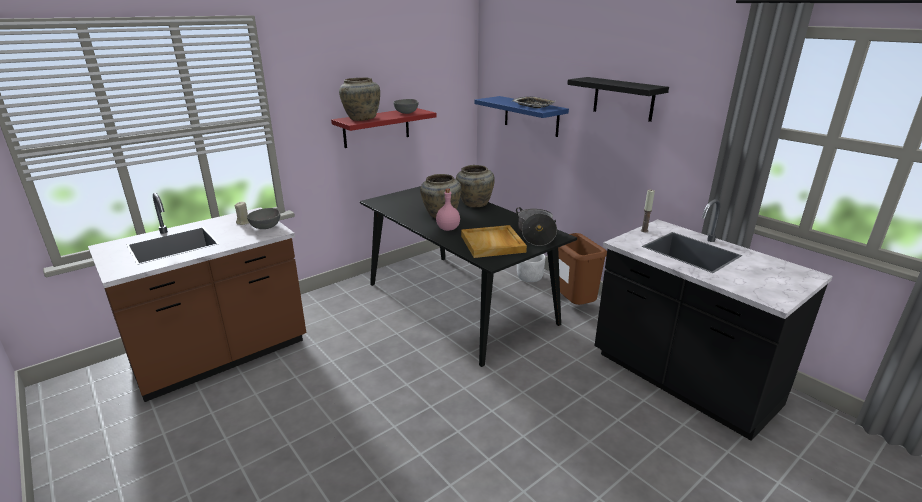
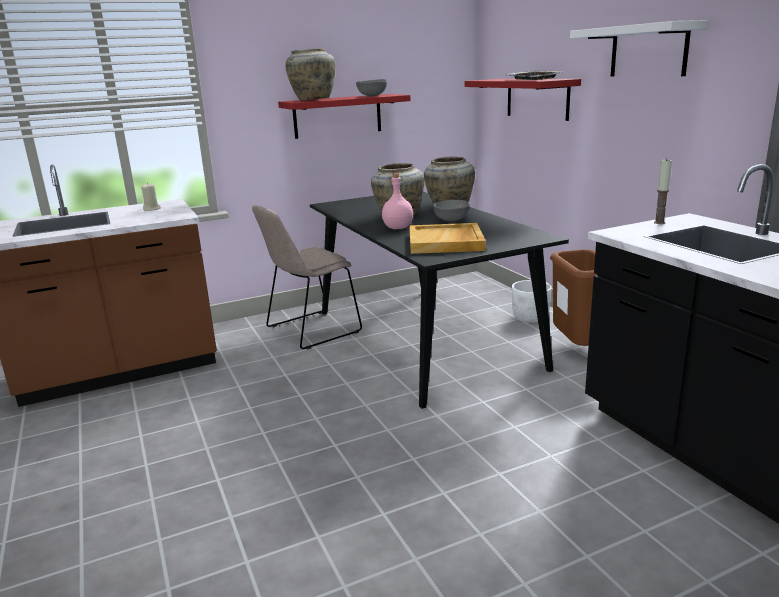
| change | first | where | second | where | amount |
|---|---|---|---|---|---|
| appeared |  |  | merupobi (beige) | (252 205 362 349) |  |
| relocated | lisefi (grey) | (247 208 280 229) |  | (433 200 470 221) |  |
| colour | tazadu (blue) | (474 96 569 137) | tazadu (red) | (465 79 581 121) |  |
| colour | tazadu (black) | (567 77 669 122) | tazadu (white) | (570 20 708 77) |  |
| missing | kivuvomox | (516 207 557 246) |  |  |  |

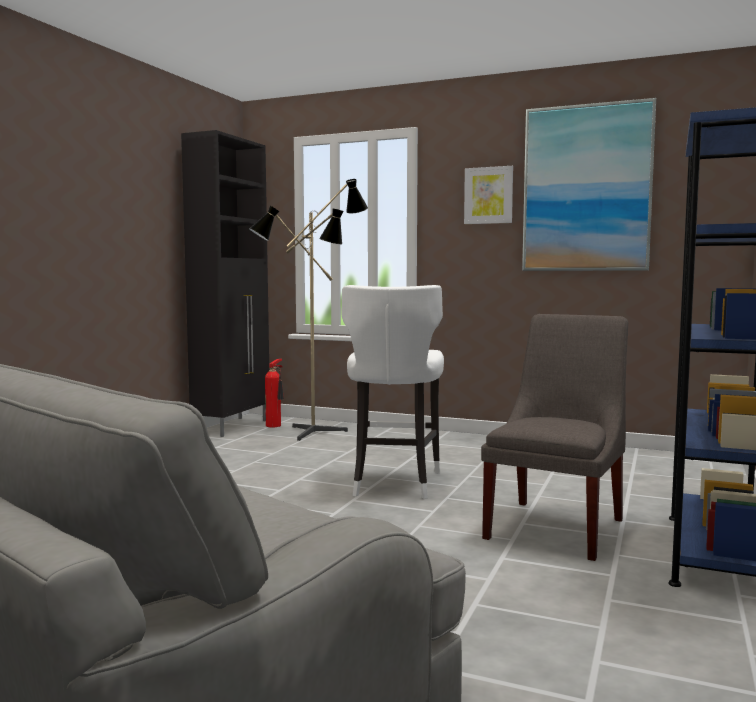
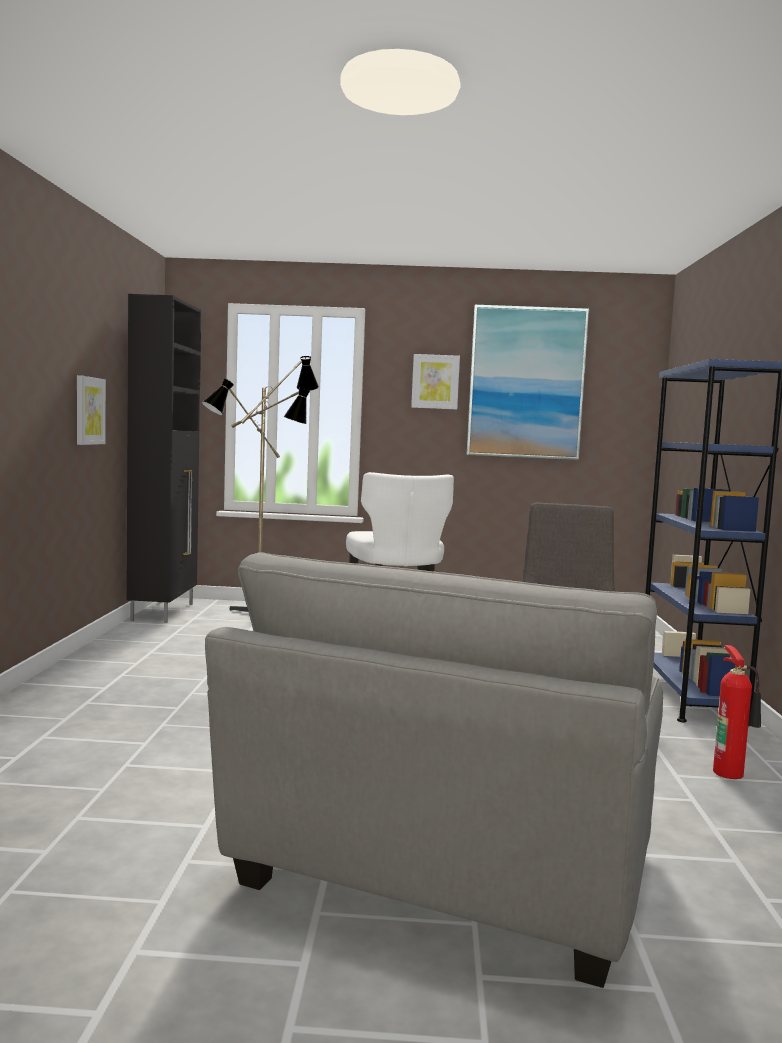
| change | first | where | second | where | amount |
|---|---|---|---|---|---|
| appeared |  |  | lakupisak | (77 375 106 445) |  |
| relocated | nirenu | (265 359 284 427) |  | (713 645 761 779) |  |

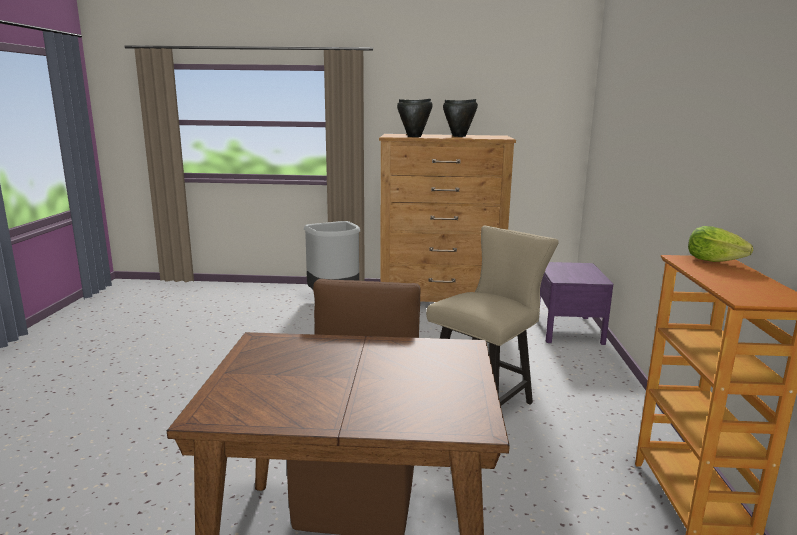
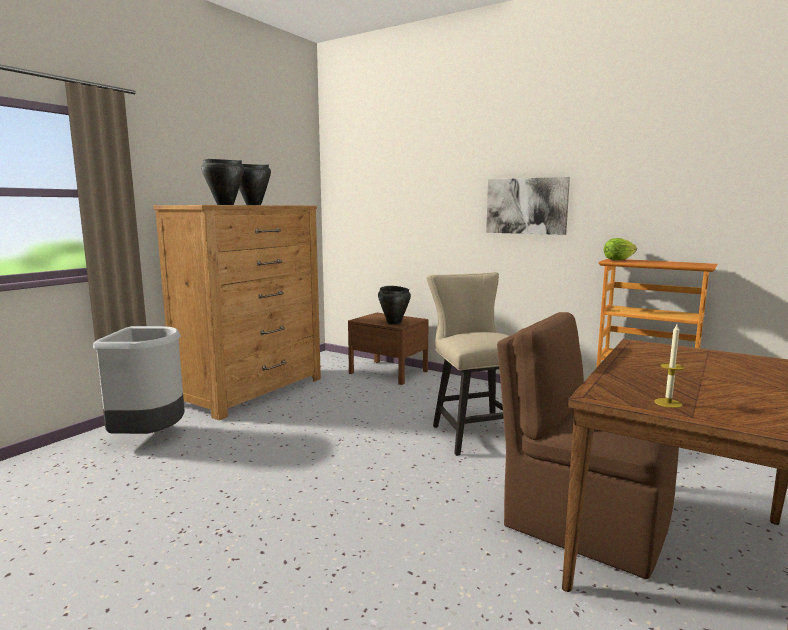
| change | first | where | second | where | amount |
|---|---|---|---|---|---|
| colour | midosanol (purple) | (540 262 613 345) | midosanol (brown) | (348 313 429 385) |  |
| appeared |  |  | kivuvomox (black) | (378 286 411 325) |  |
| appeared |  |  | lakupisak | (486 177 570 235) |  |
| appeared |  |  | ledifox | (654 324 685 408) |  |

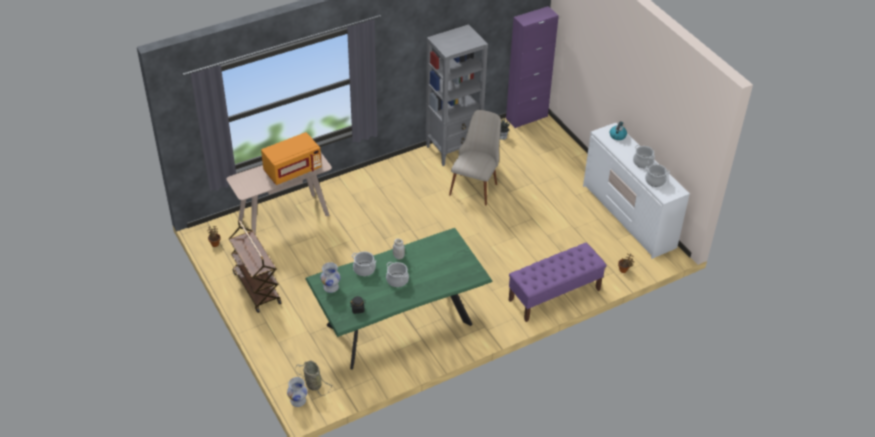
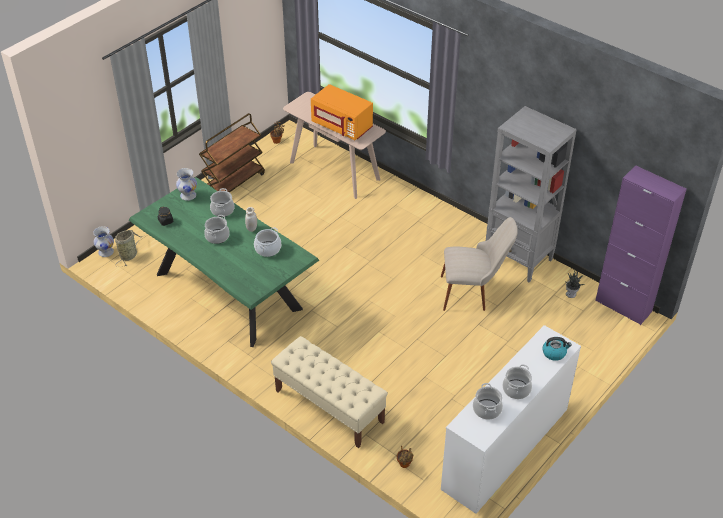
| change | first | where | second | where | amount |
|---|---|---|---|---|---|
| appeared |  |  | kivuvomox | (254 227 281 257) |  |
| colour | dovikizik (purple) | (509 243 607 322) | dovikizik (beige) | (271 336 388 448) |  |

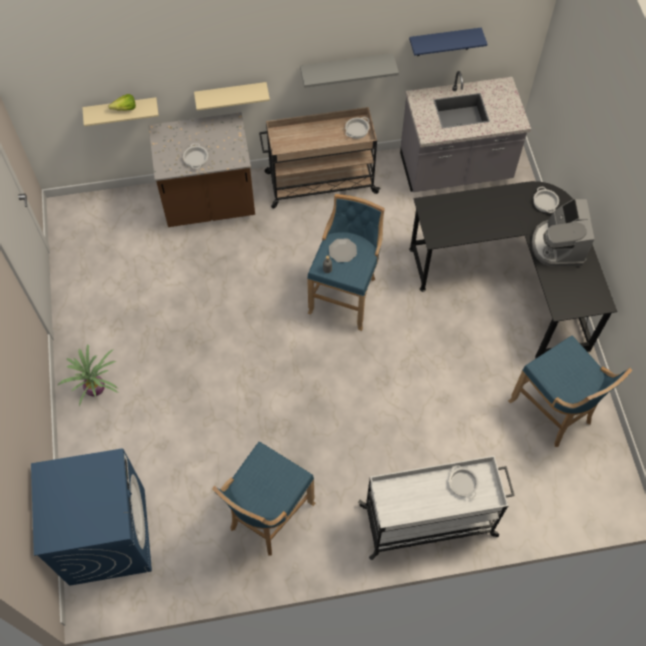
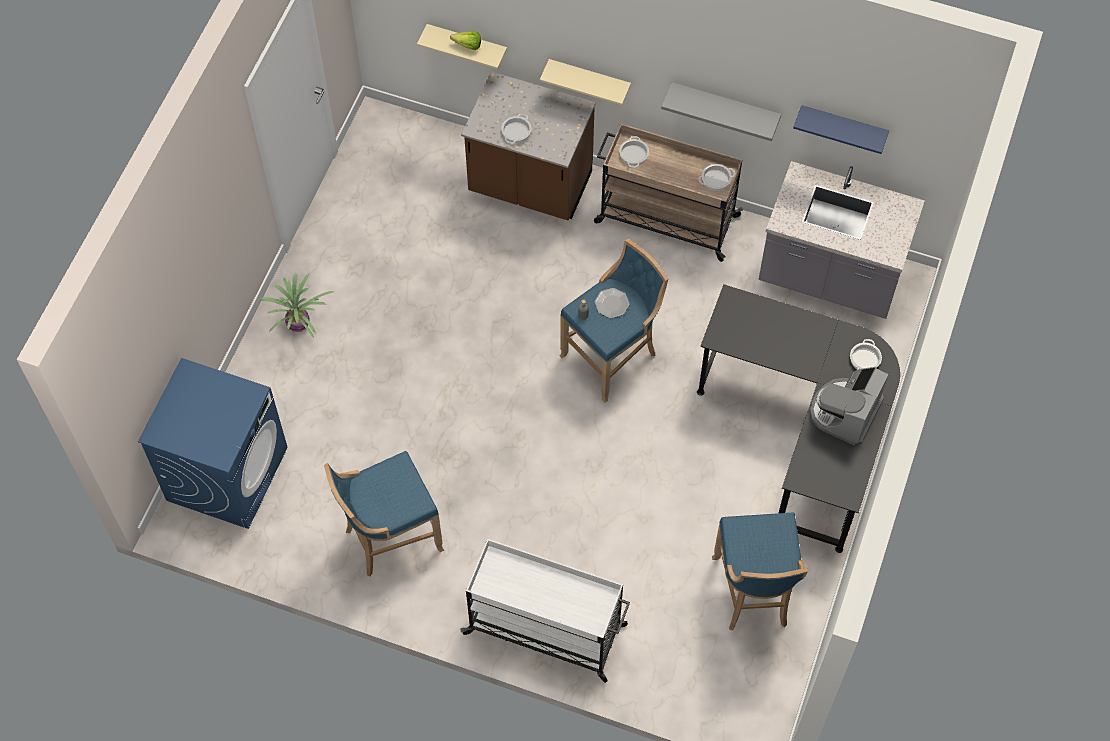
| change | first | where | second | where | amount |
|---|---|---|---|---|---|
| relocated | kivuvomox | (449 465 479 499) |  | (619 136 649 167) |  |

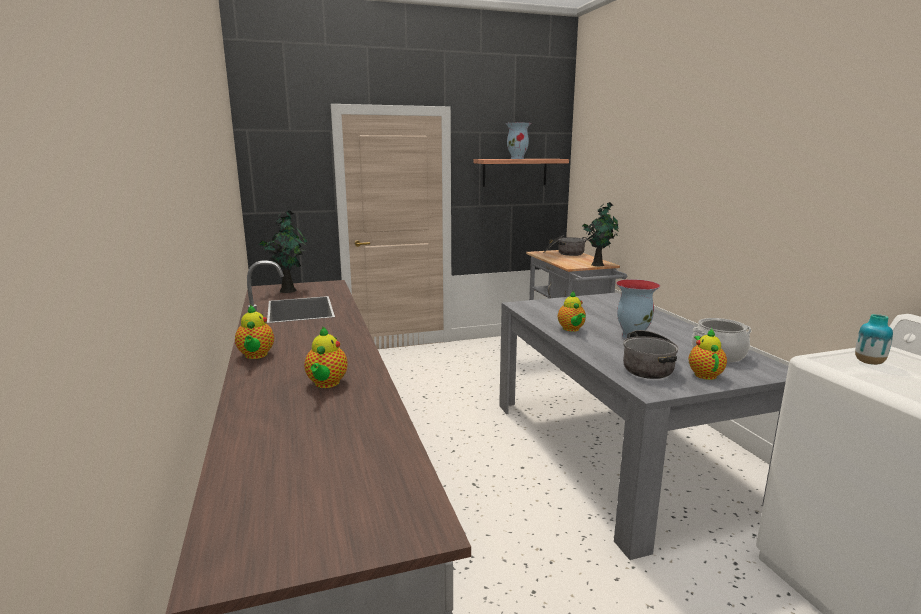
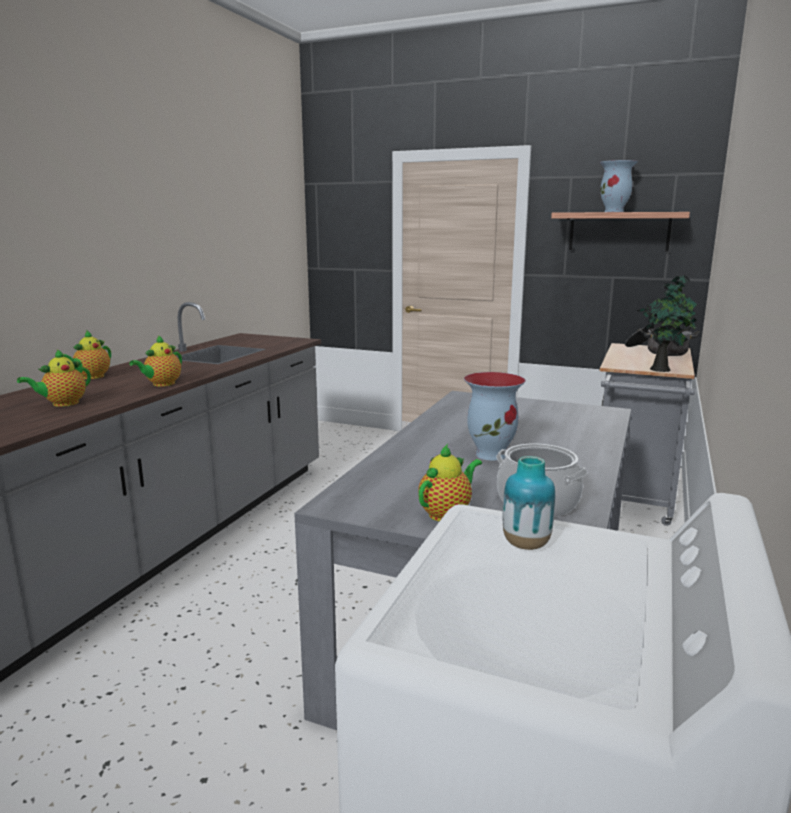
| change | first | where | second | where | amount |
|---|---|---|---|---|---|
| relocated | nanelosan | (558 291 586 332) |  | (129 335 182 387) |  |
| missing | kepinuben | (259 210 307 293) |  |  |  |
| missing | kivuvomox | (623 330 679 379) |  |  |  |

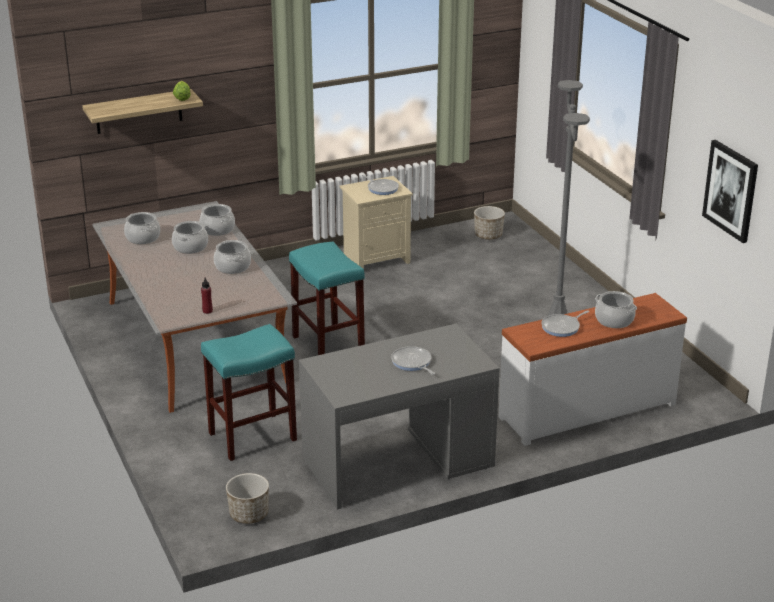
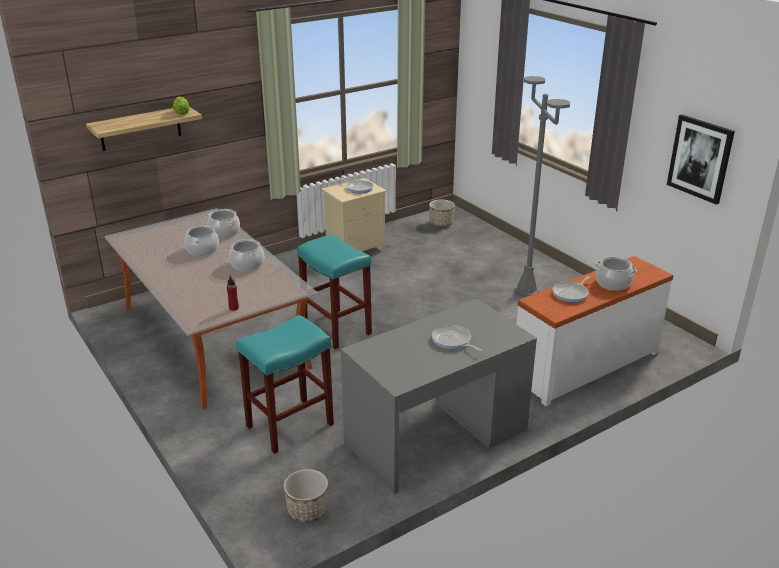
| change | first | where | second | where | amount |
|---|---|---|---|---|---|
| missing | kivuvomox | (124 212 160 244) |  |  |  |

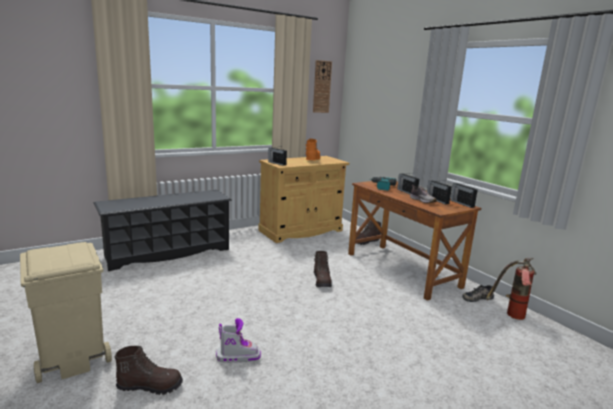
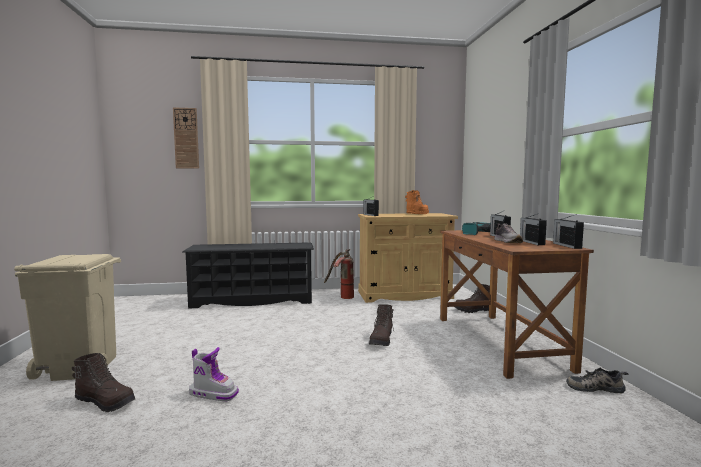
| change | first | where | second | where | amount |
|---|---|---|---|---|---|
| relocated | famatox | (313 60 332 113) |  | (173 107 199 169) |  |
| relocated | nirenu | (486 257 537 320) |  | (324 249 354 299) |  |

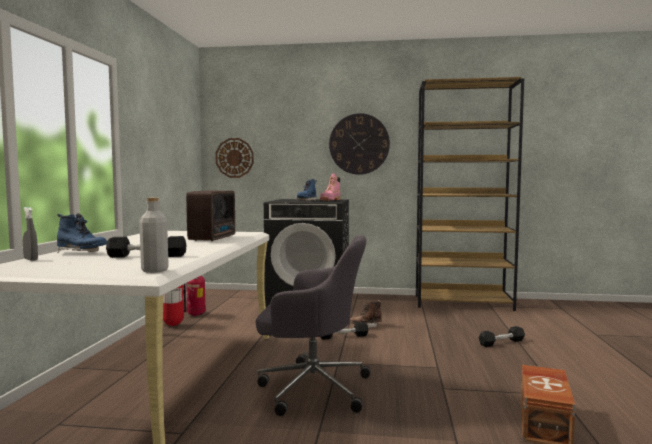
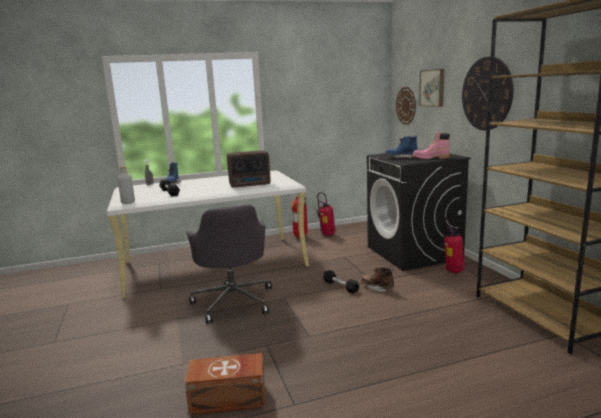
| change | first | where | second | where | amount |
|---|---|---|---|---|---|
| appeared |  |  | lakupisak | (419 69 444 107) |  |
| appeared |  |  | nirenu | (443 216 465 273) |  |
| missing | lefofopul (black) | (478 326 525 347) |  |  |  |

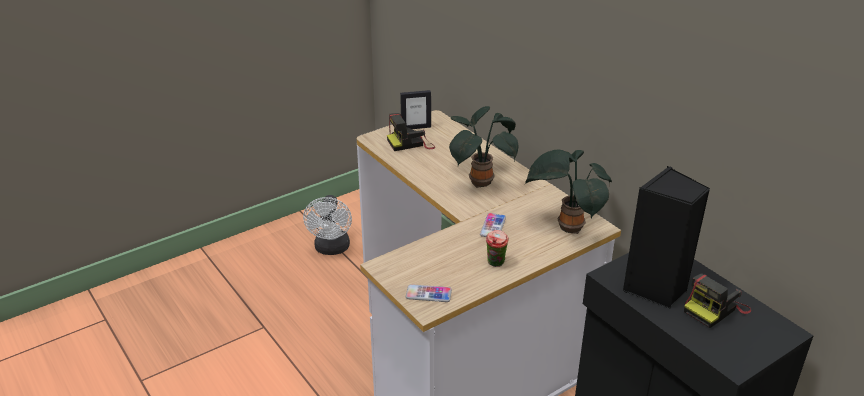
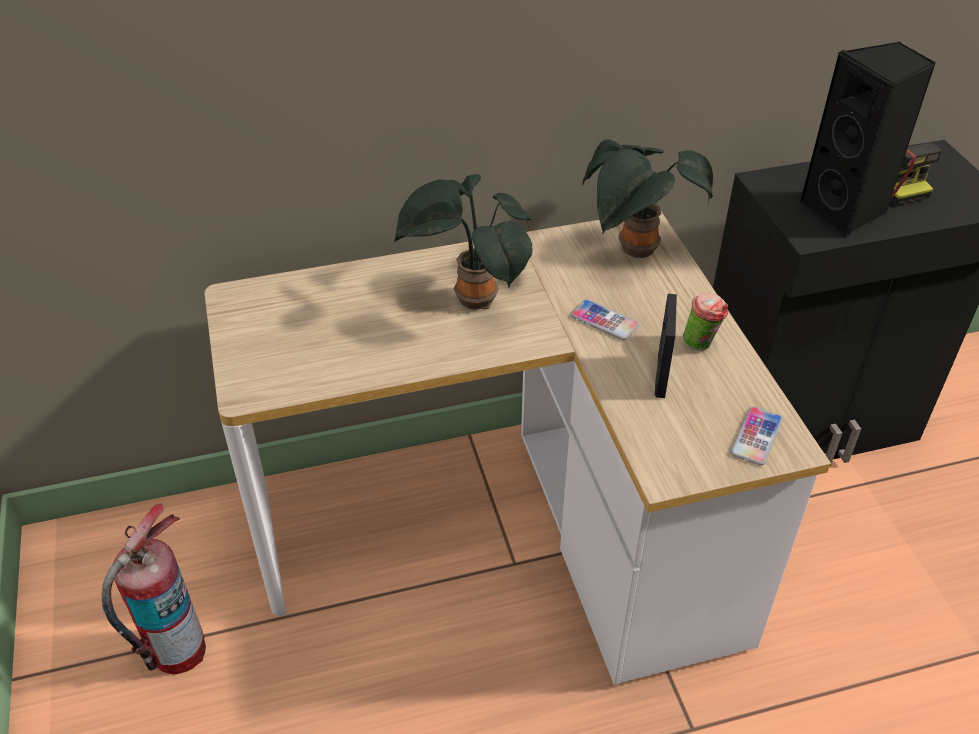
| change | first | where | second | where | amount |
|---|---|---|---|---|---|
| exchanged | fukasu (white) | (303 195 352 255) | nirenu | (101 504 206 674) |  |
| relocated | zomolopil | (400 90 431 129) |  | (655 294 677 398) |  |
| missing | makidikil | (387 113 435 151) |  |  |  |

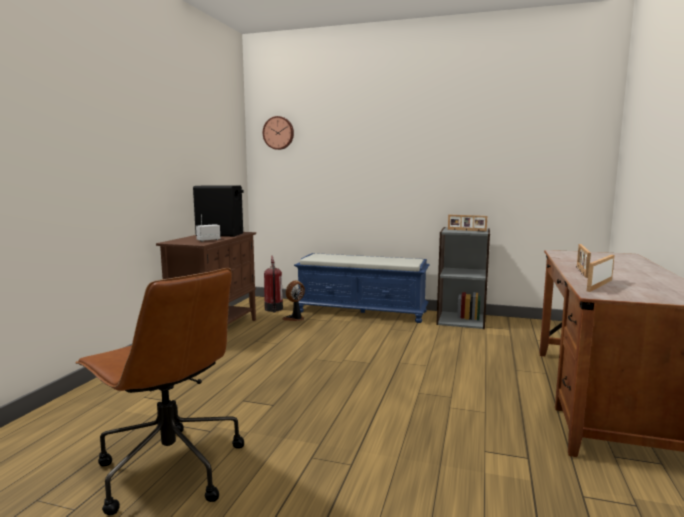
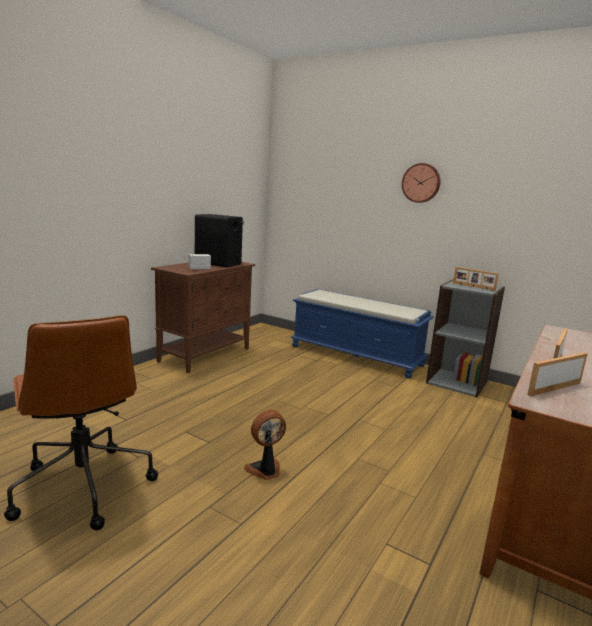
| change | first | where | second | where | amount |
|---|---|---|---|---|---|
| relocated | fukasu | (282 280 305 321) |  | (244 410 286 480) |  |
| relocated | famatox | (263 116 294 150) |  | (402 163 440 203) |  |
| missing | nirenu | (264 256 283 312) |  |  |  |

